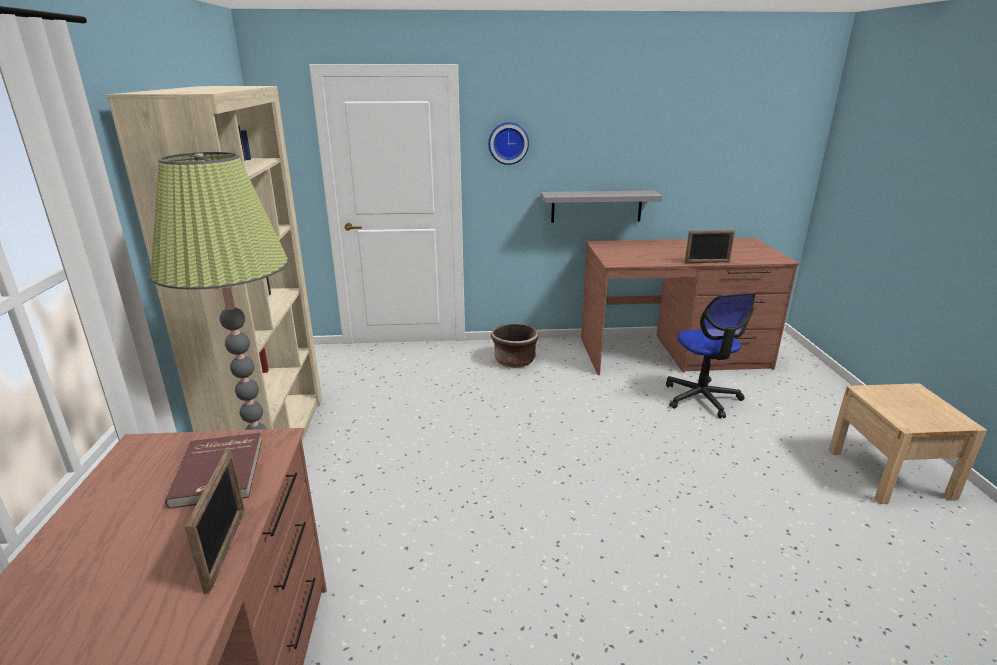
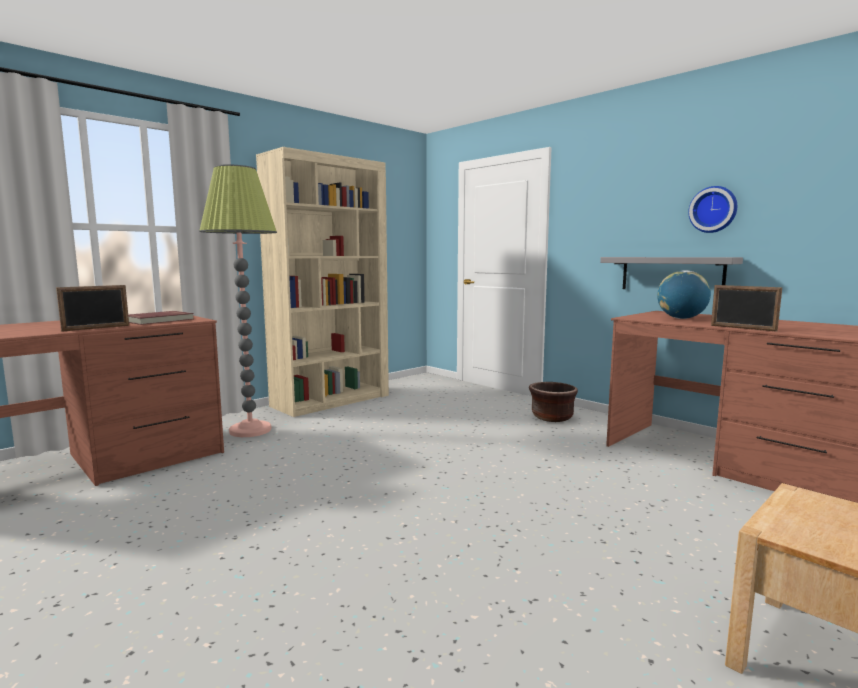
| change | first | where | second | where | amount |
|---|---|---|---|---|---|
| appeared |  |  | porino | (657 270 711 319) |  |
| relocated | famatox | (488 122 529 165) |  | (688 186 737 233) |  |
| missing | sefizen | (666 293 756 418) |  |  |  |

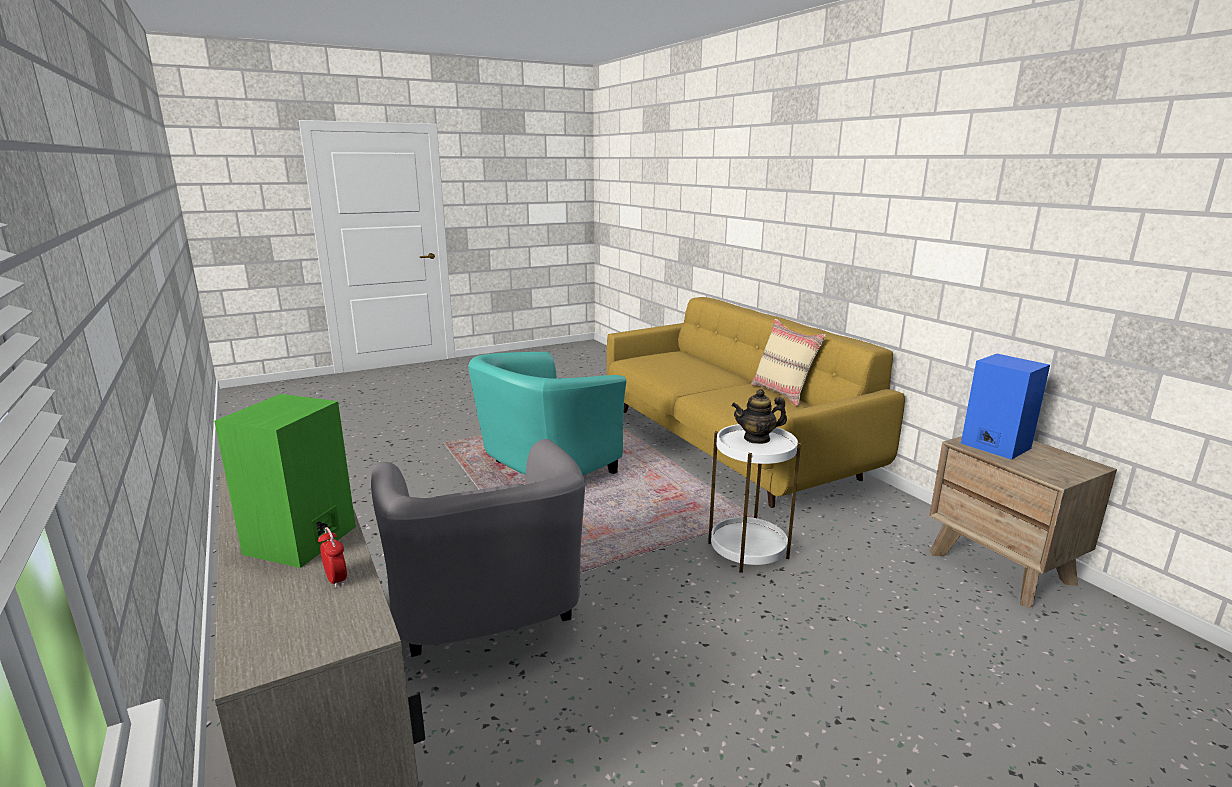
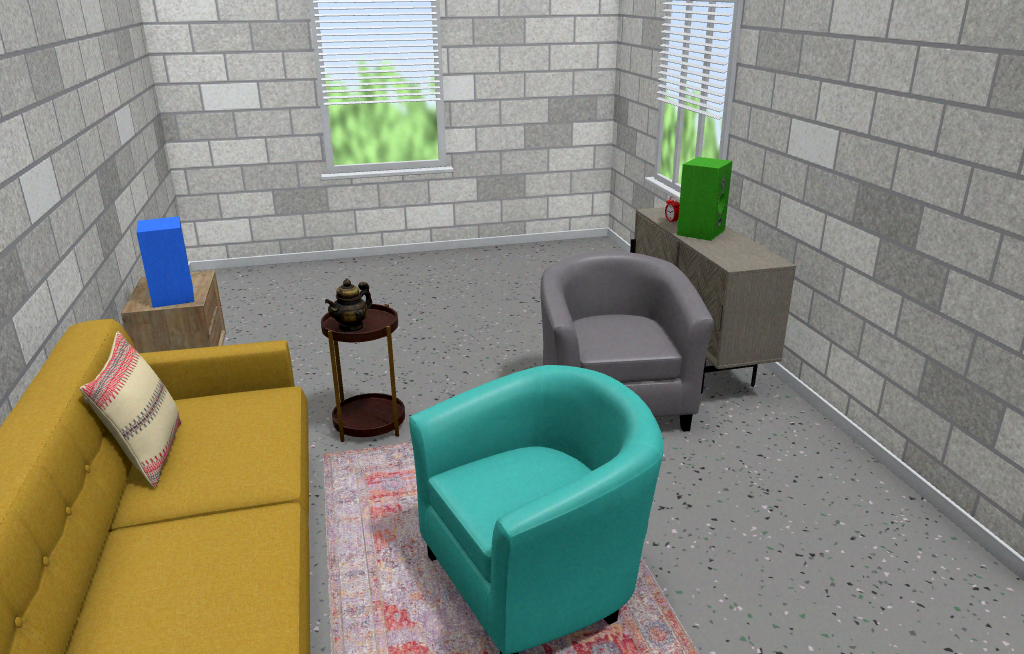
| change | first | where | second | where | amount |
|---|---|---|---|---|---|
| colour | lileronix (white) | (708 424 801 573) | lileronix (brown) | (321 304 405 442) |  |
| spun | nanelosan | (731 389 787 444) |  | (325 279 372 333) | 120 degrees clockwise |

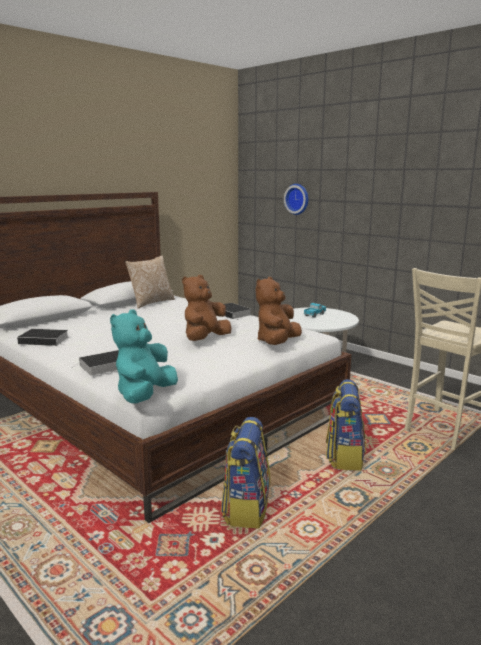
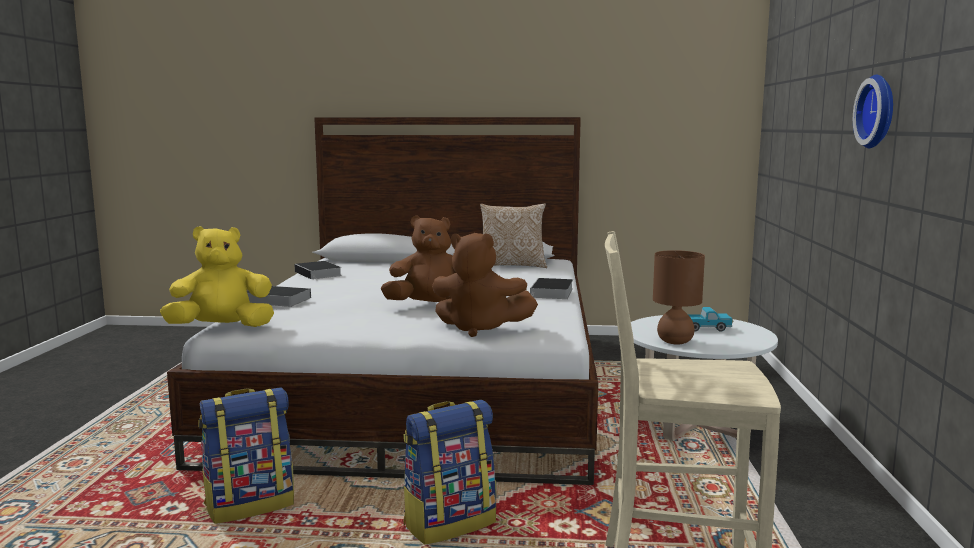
| change | first | where | second | where | amount |
|---|---|---|---|---|---|
| colour | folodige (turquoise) | (110 310 178 404) | folodige (yellow) | (160 226 274 327) |  |
| spun | folodige (brown) | (256 277 302 345) |  | (432 233 538 337) | 150 degrees counterclockwise |
| appeared |  |  | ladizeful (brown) | (653 250 705 344) |  |
| relocated | famatox | (284 184 308 215) |  | (853 75 893 148) |  |

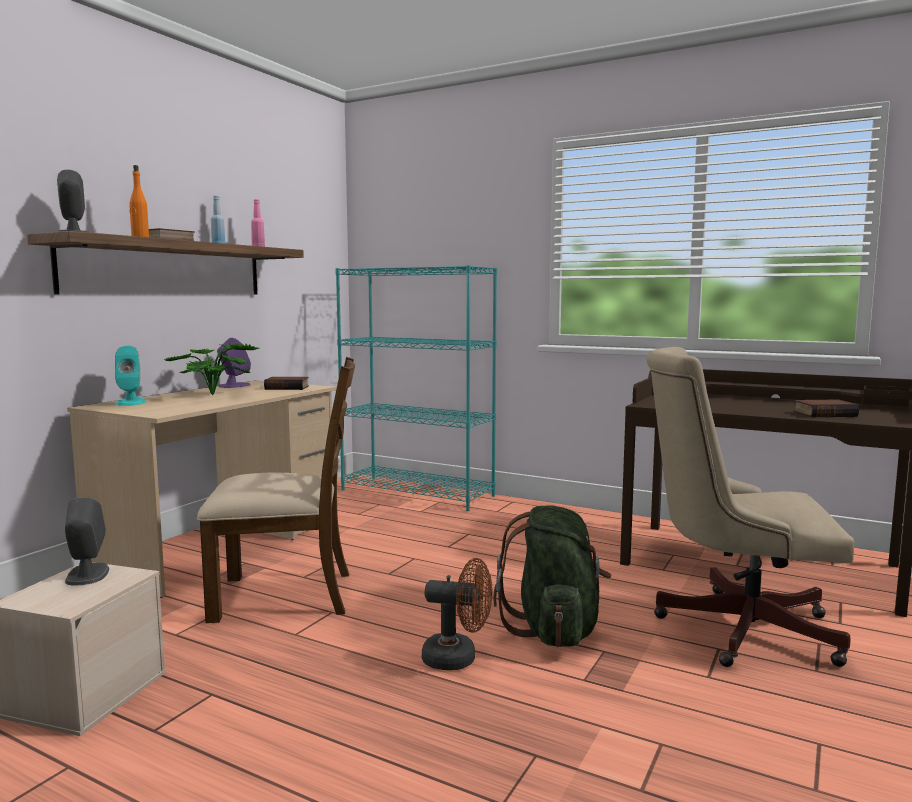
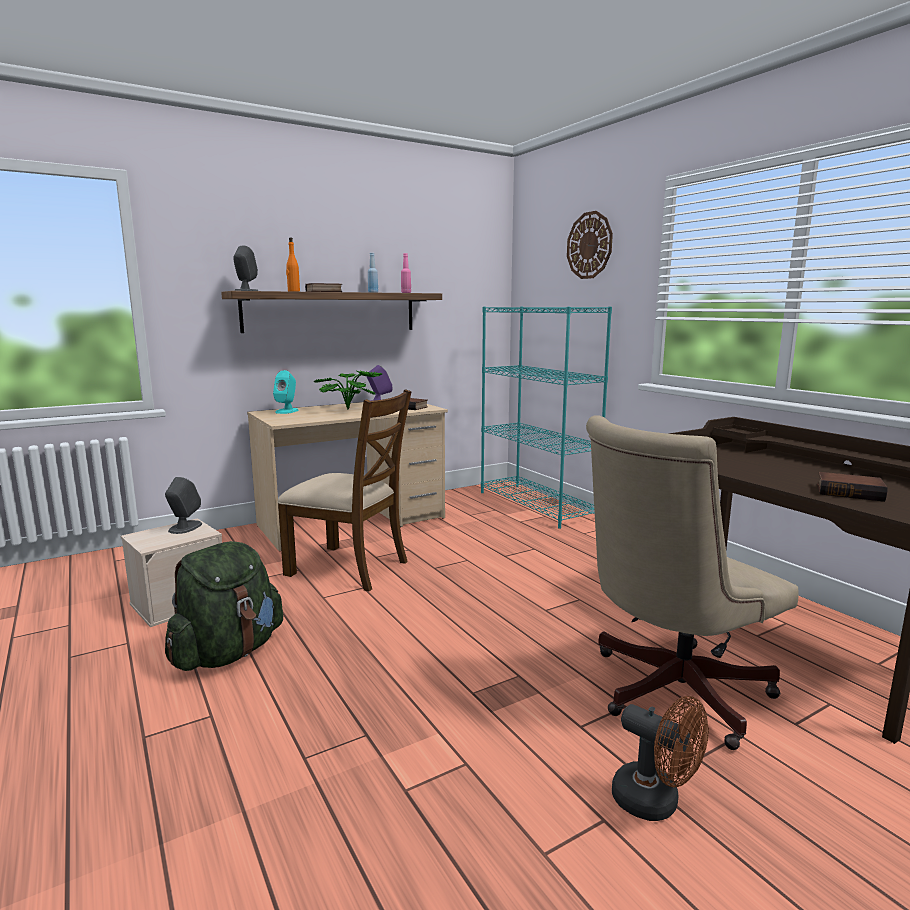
| change | first | where | second | where | amount |
|---|---|---|---|---|---|
| relocated | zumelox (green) | (493 505 612 647) |  | (165 541 283 671) |  |
| appeared |  |  | famatox | (567 211 613 279) |  |
| spun | sefizen (beige) | (647 347 854 667) |  | (586 415 798 750) | 75 degrees counterclockwise |
| relocated | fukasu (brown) | (422 558 492 670) |  | (612 696 709 821) |  |

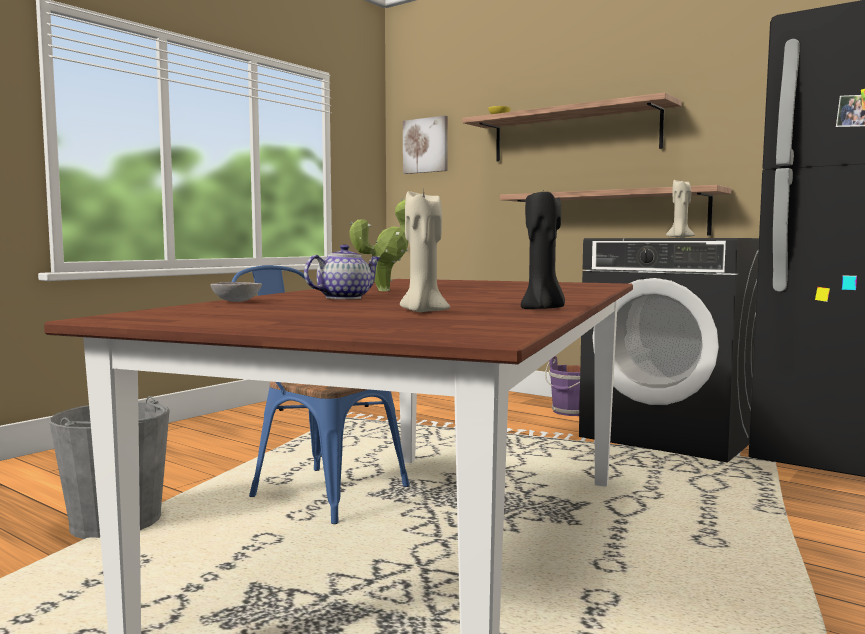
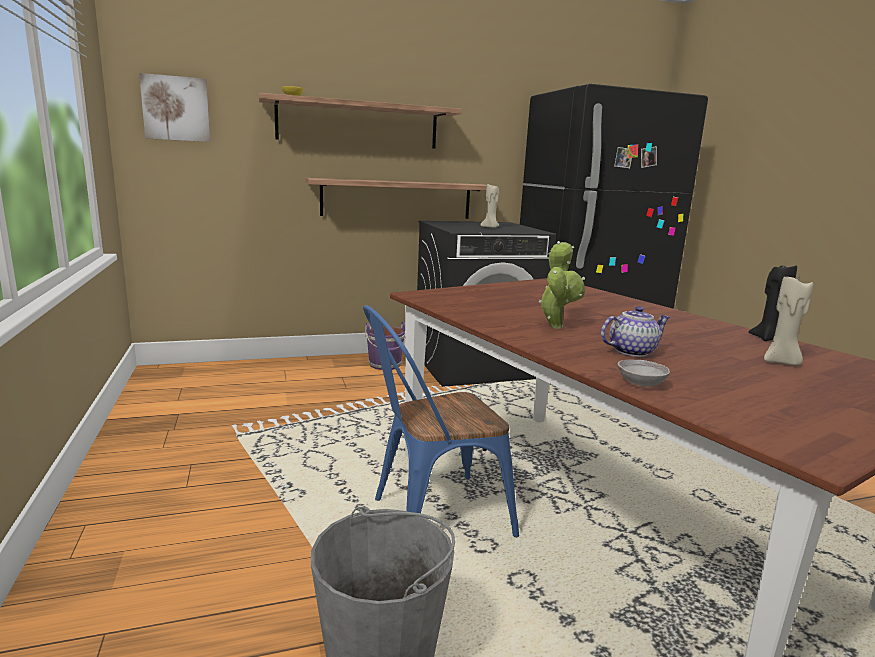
| change | first | where | second | where | amount |
|---|---|---|---|---|---|
| spun | nanelosan | (304 245 381 299) |  | (601 306 670 357) | 75 degrees clockwise |

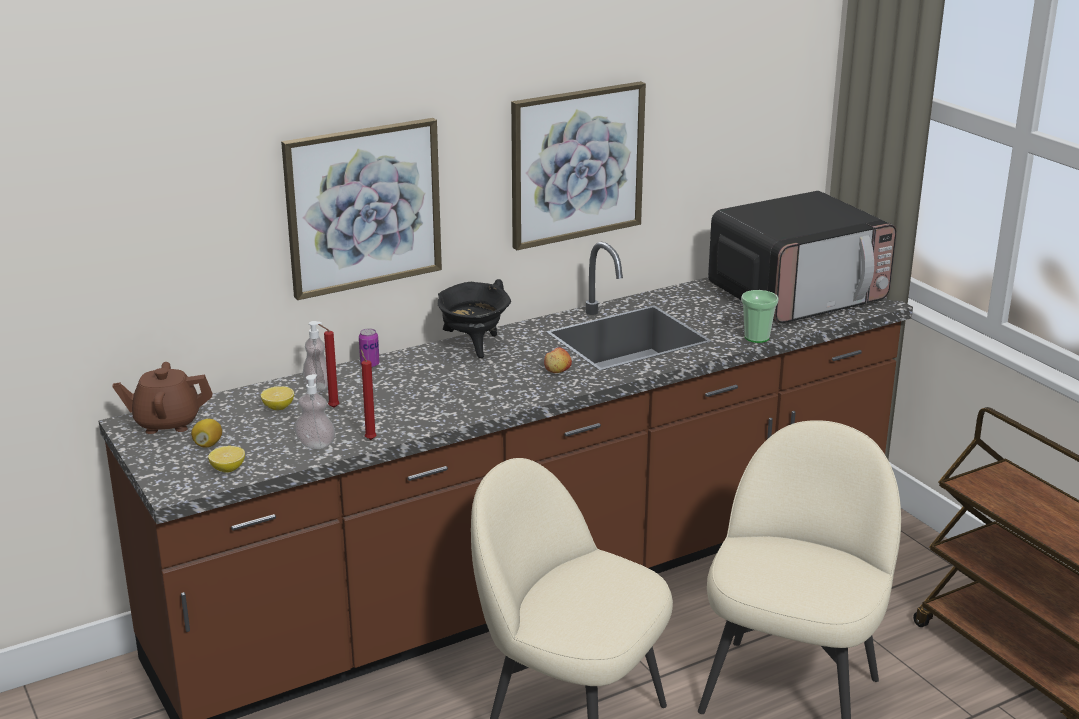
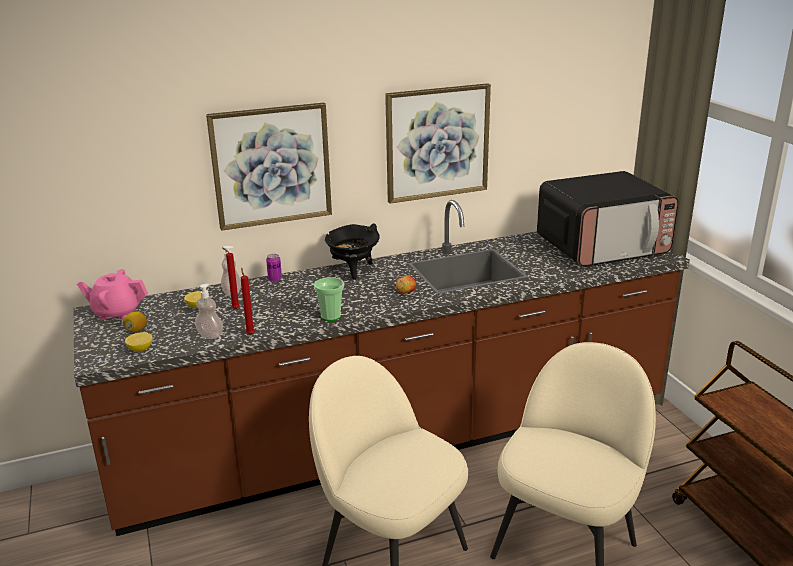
| change | first | where | second | where | amount |
|---|---|---|---|---|---|
| colour | nanelosan (brown) | (113 362 213 434) | nanelosan (pink) | (77 269 148 320) |  |
| relocated | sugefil | (741 290 779 343) |  | (314 277 344 321) |  |

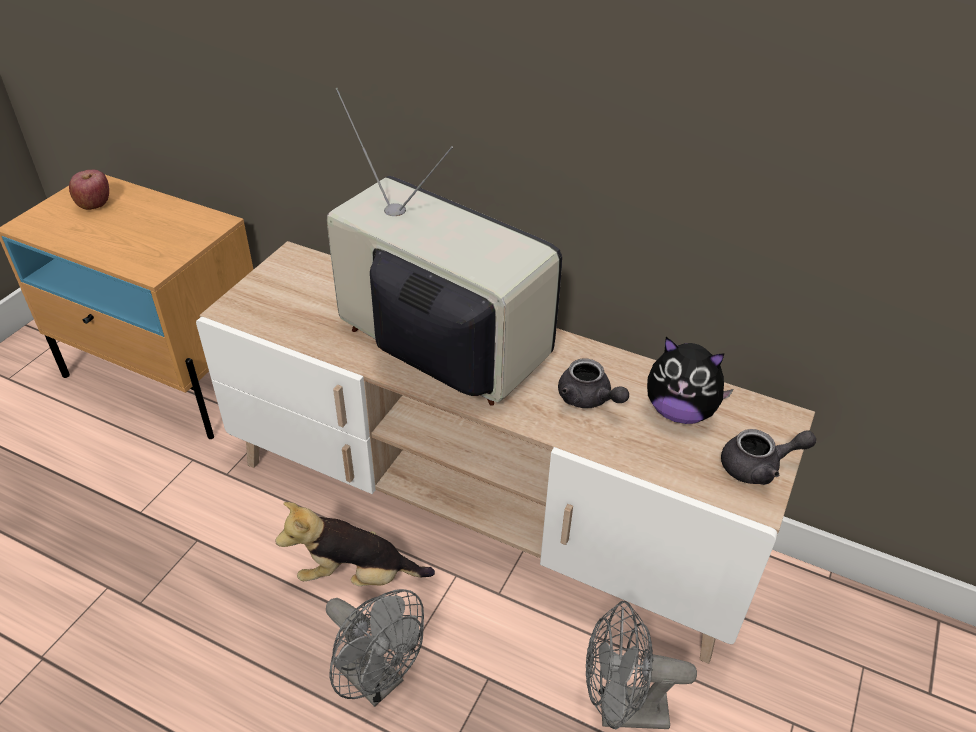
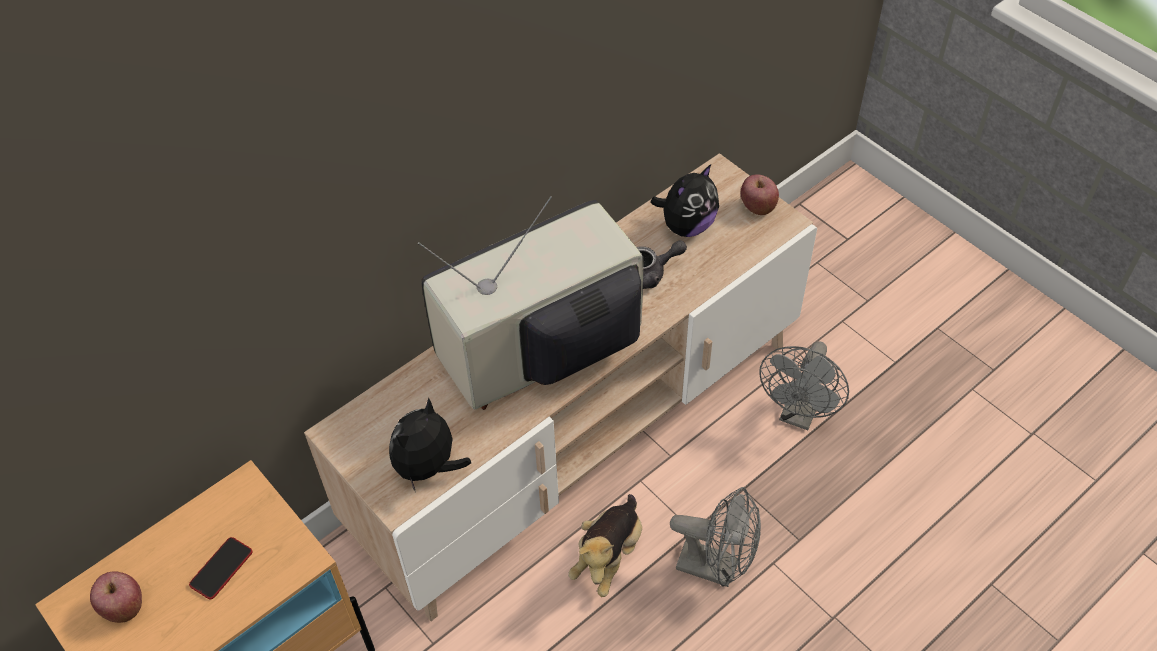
| change | first | where | second | where | amount |
|---|---|---|---|---|---|
| appeared |  |  | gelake | (189 537 253 599) |  |
| appeared |  |  | folodige | (389 397 471 492) |  |
| spun | fukasu (grey) | (326 589 424 707) |  | (670 487 761 587) | 45 degrees clockwise |
| exchanged | nanelosan (grey) | (721 429 816 485) | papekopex | (741 174 779 215) |  |

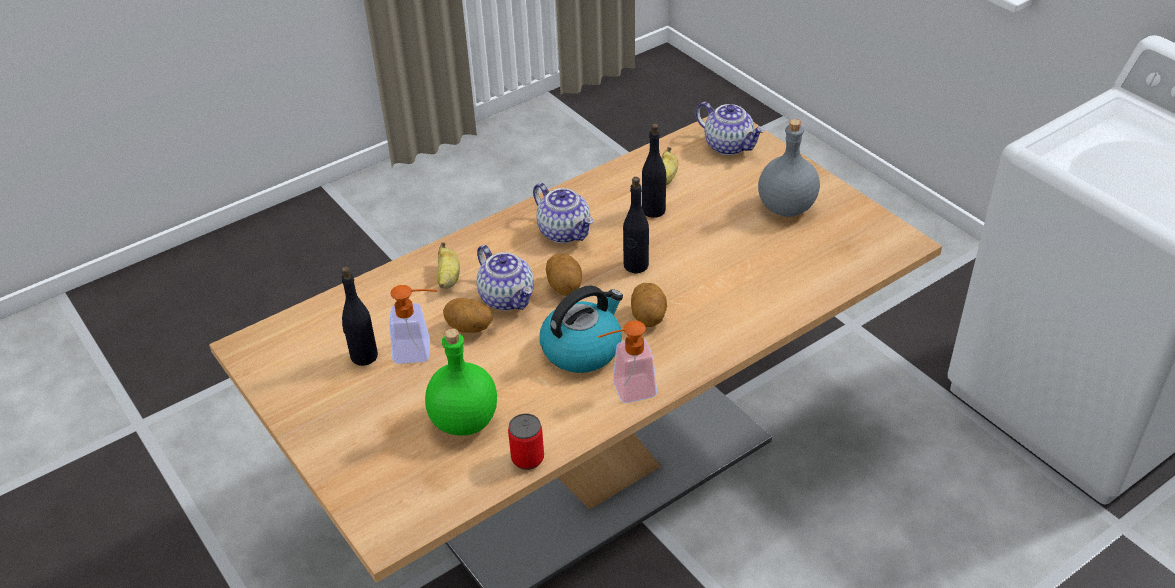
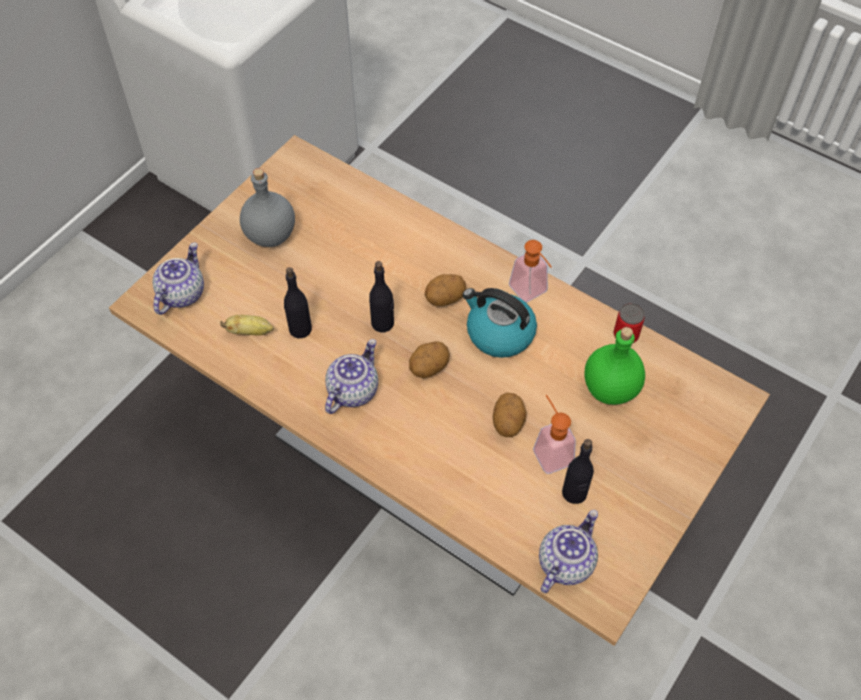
| change | first | where | second | where | amount |
|---|---|---|---|---|---|
| relocated | nanelosan | (477 245 534 311) |  | (539 510 598 593) |  |
| missing | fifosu | (437 242 460 289) |  |  |  |

